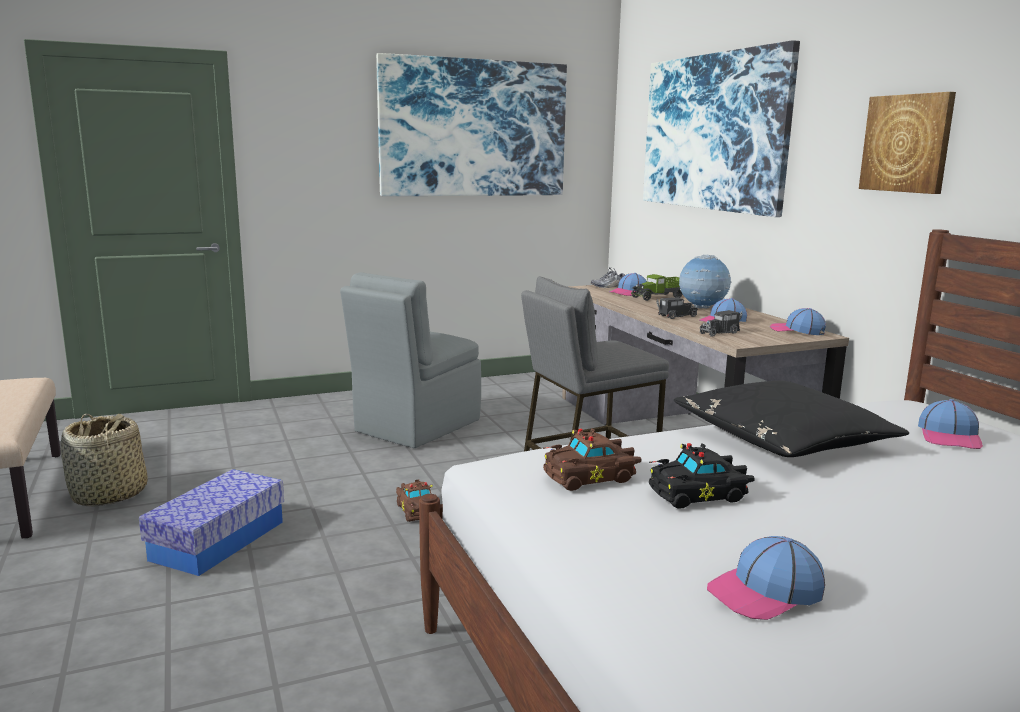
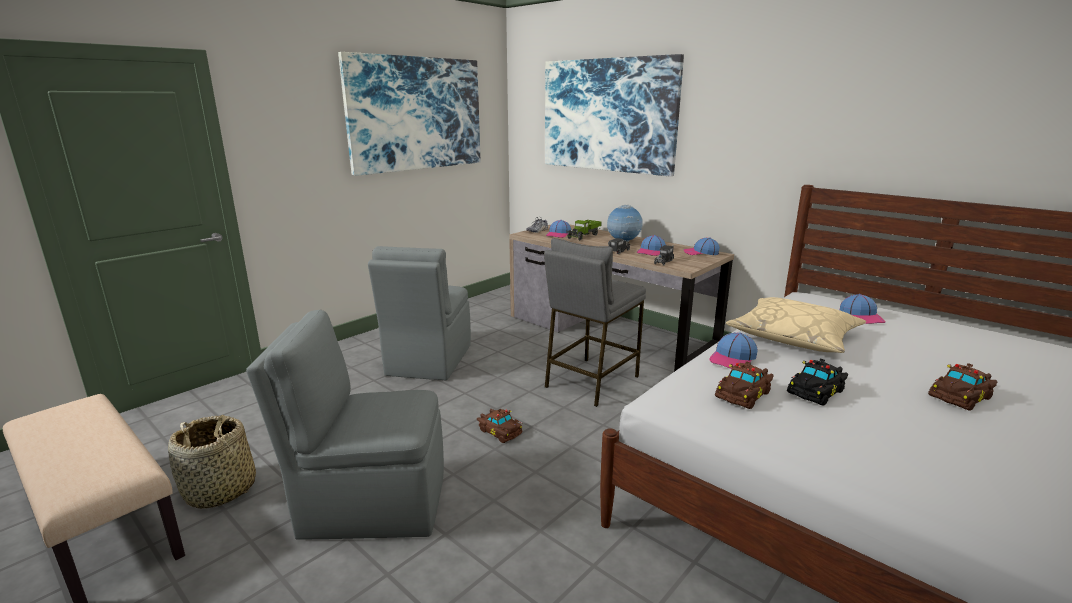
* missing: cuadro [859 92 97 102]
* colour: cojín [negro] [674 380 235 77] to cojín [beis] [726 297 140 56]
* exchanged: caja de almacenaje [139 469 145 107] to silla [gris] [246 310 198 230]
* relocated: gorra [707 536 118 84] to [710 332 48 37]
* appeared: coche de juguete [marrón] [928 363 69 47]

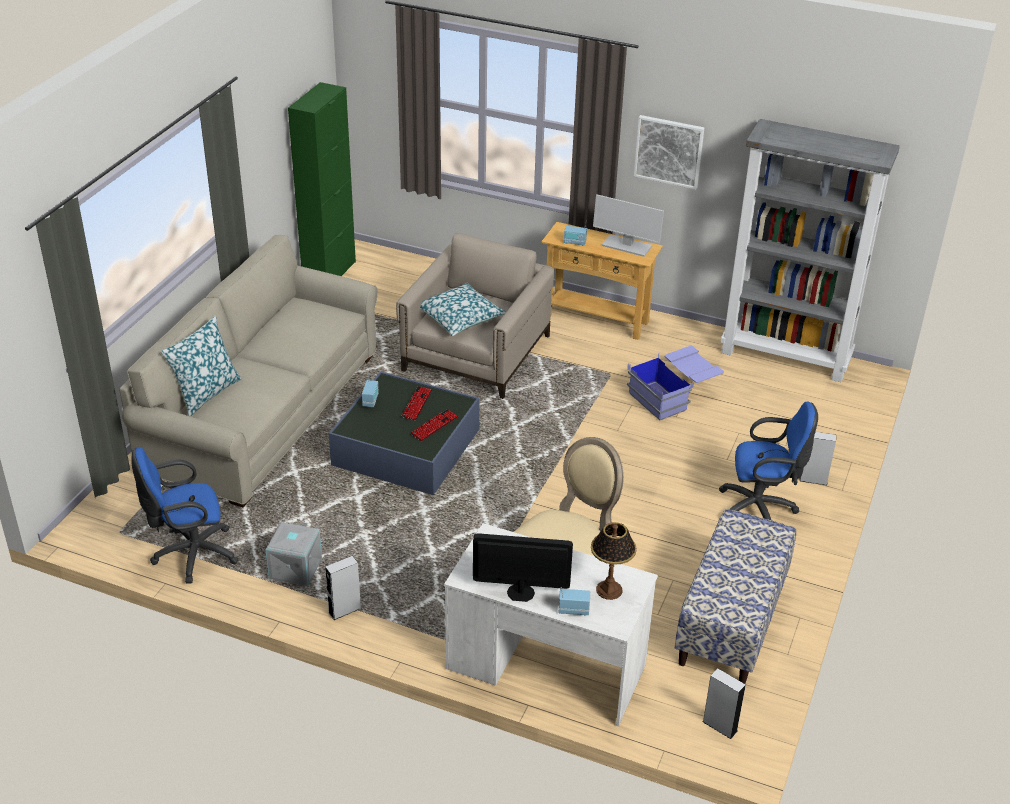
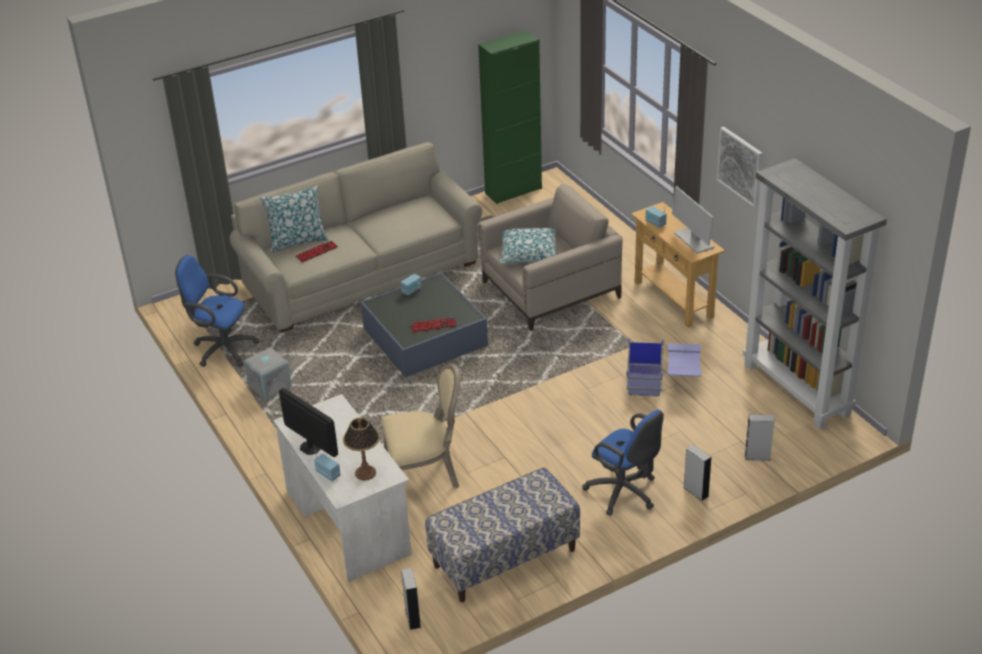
* relocated: teclado [401 386 31 35] to [295 241 43 21]
* relocated: altavoz [gris] [325 556 36 64] to [745 414 29 47]

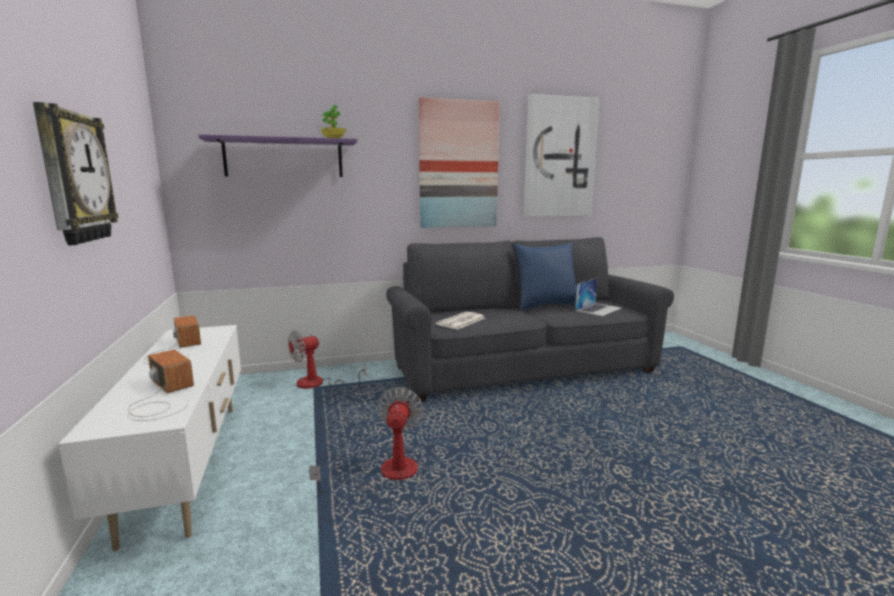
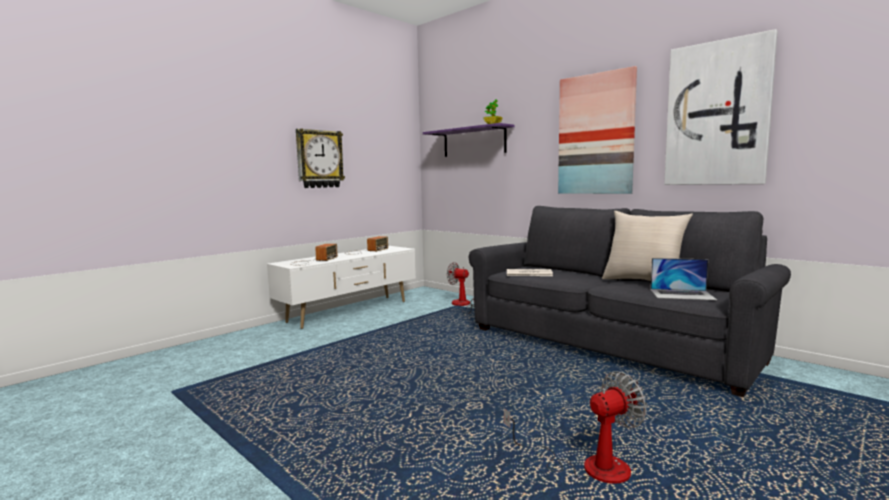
* colour: cojín [azul] [513 242 64 69] to cojín [beis] [602 211 91 70]
* relocated: ventilador [309 387 115 107] to [504 371 143 113]

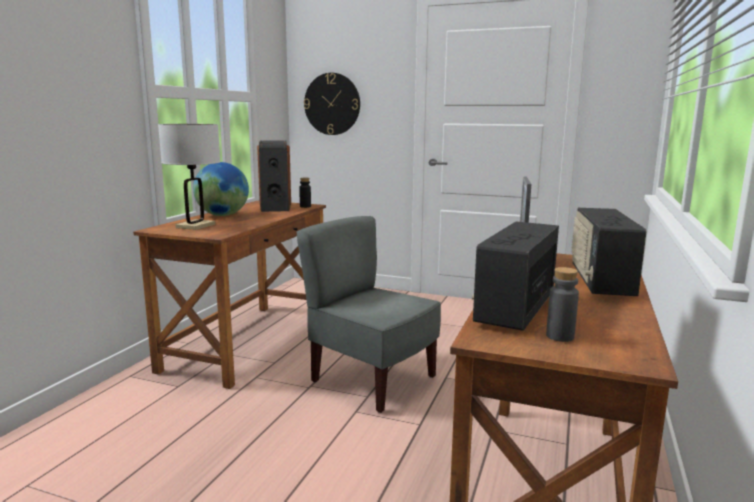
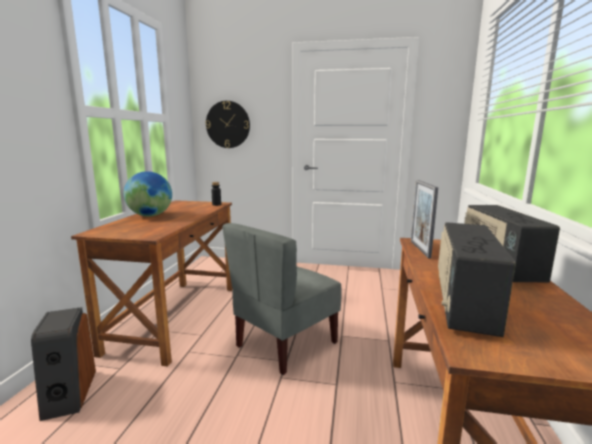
* missing: lámpara de mesa [blanco] [158 124 62 106]
* relocated: altavoz [257 140 34 72] to [31 307 65 114]
* spun: silla [gris] [297 216 144 197] = [222 223 120 152] 75 degrees counterclockwise
* missing: botella [gris] [546 267 33 75]

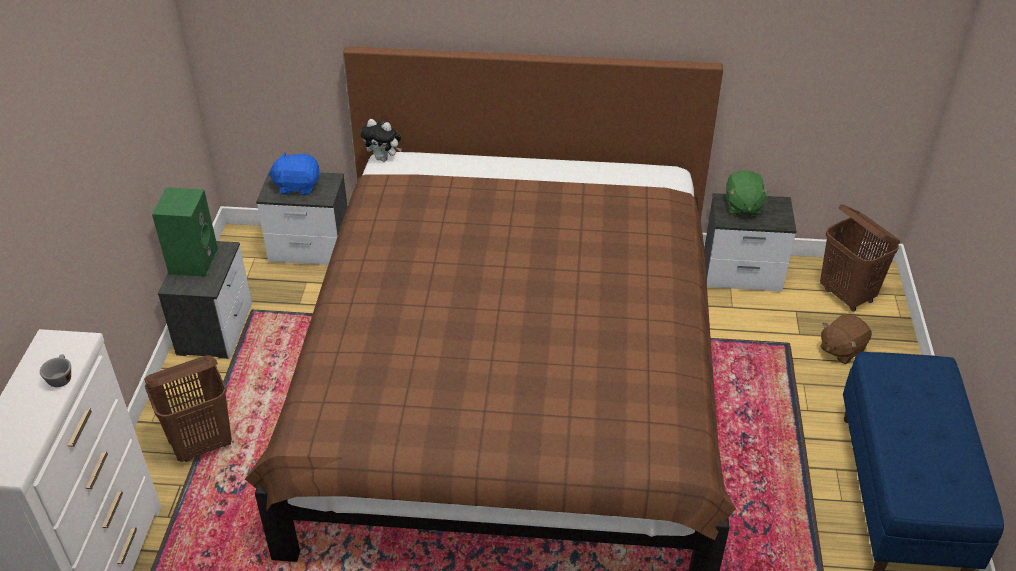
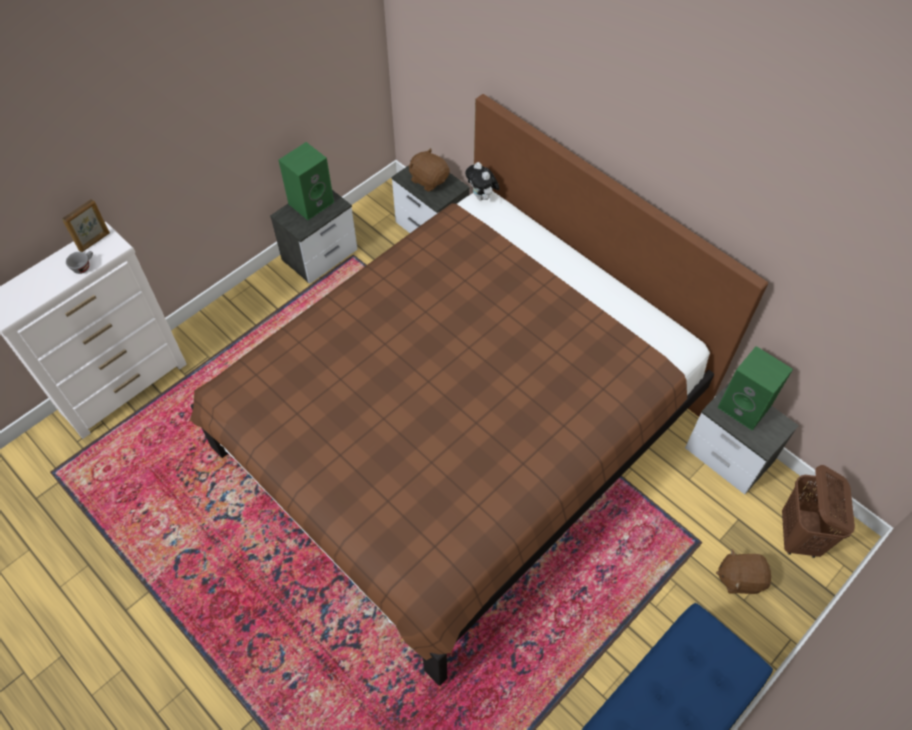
* colour: peluche [azul] [268 152 53 43] to peluche [marrón] [408 148 42 44]
* exchanged: peluche [verde] [726 170 44 46] to altavoz [verde] [718 346 75 84]
* missing: cesto de la ropa [marrón] [144 355 88 107]
* appeared: portarretratos [62 199 48 53]

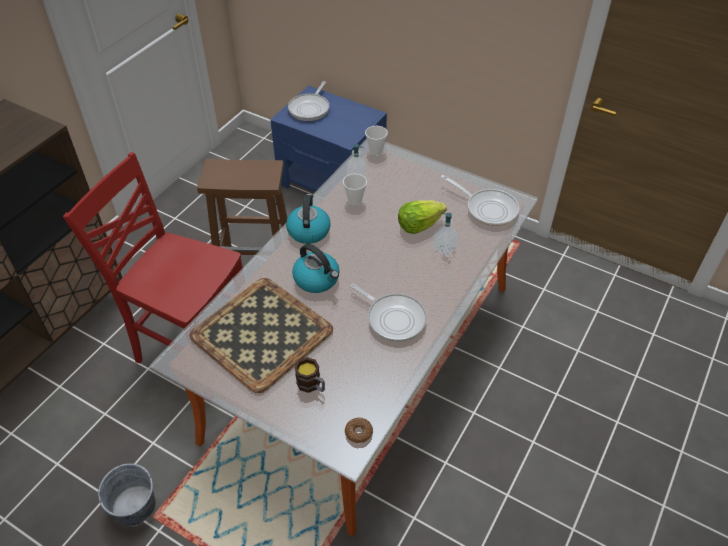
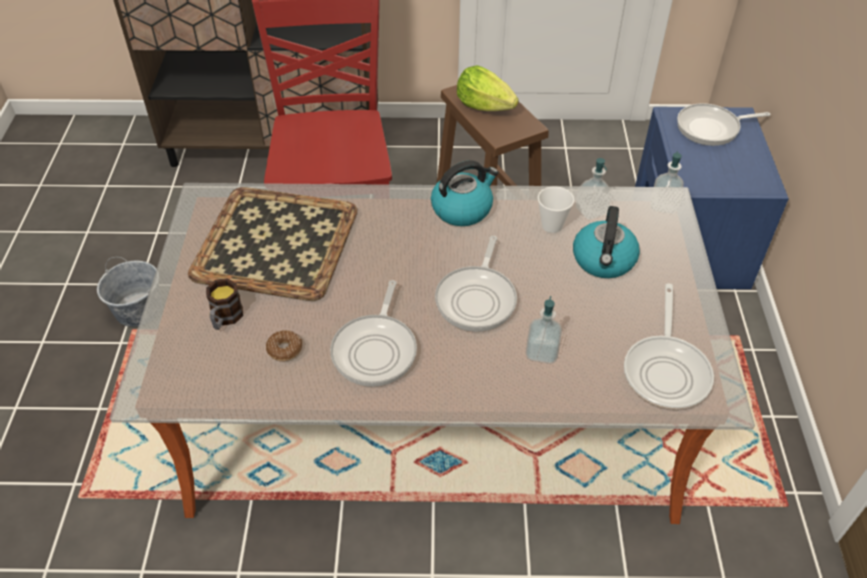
* exchanged: taza [365 126 23 29] to dispensador de jabón [650 151 34 63]
* relocated: lechuga [398 200 49 34] to [457 65 62 46]
* relocated: hervidor [292 244 48 49] to [573 206 67 72]
* relocated: rosquilla [345 417 28 26] to [266 330 36 31]
* appeared: sartén [435 236 82 96]

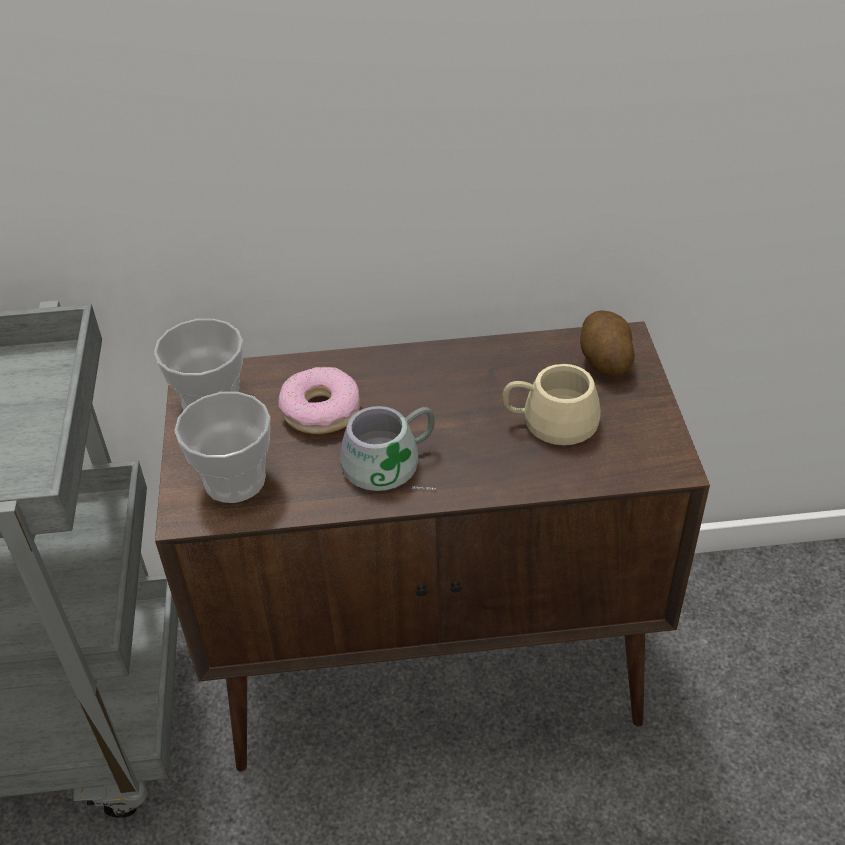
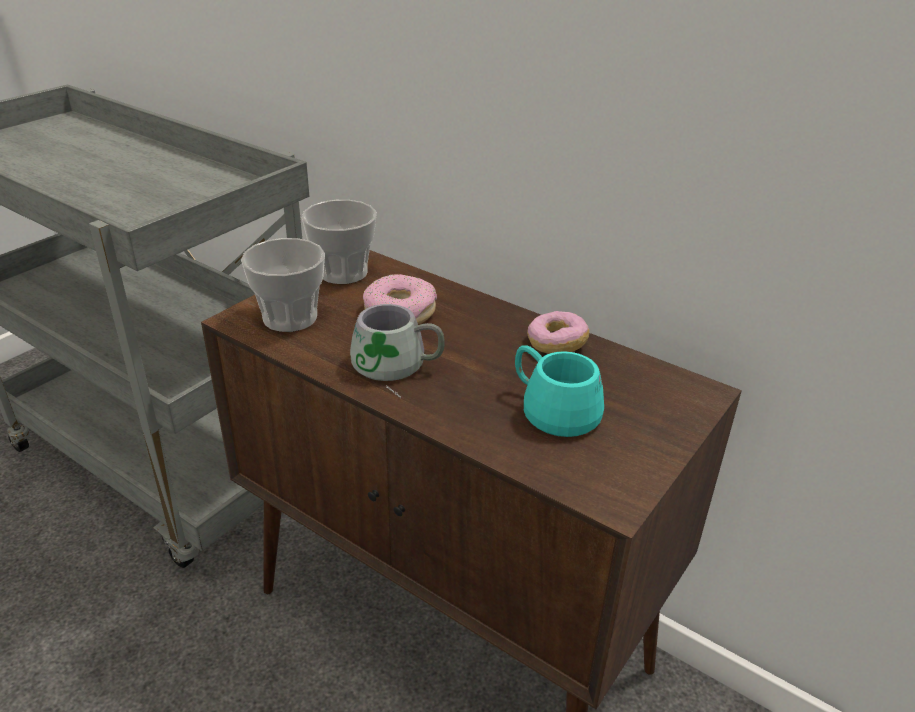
* missing: patata [580 311 55 66]
* colour: taza grande [beis] [502 364 99 82] to taza grande [turquesa] [515 345 89 92]
* appeared: rosquilla [527 311 62 43]

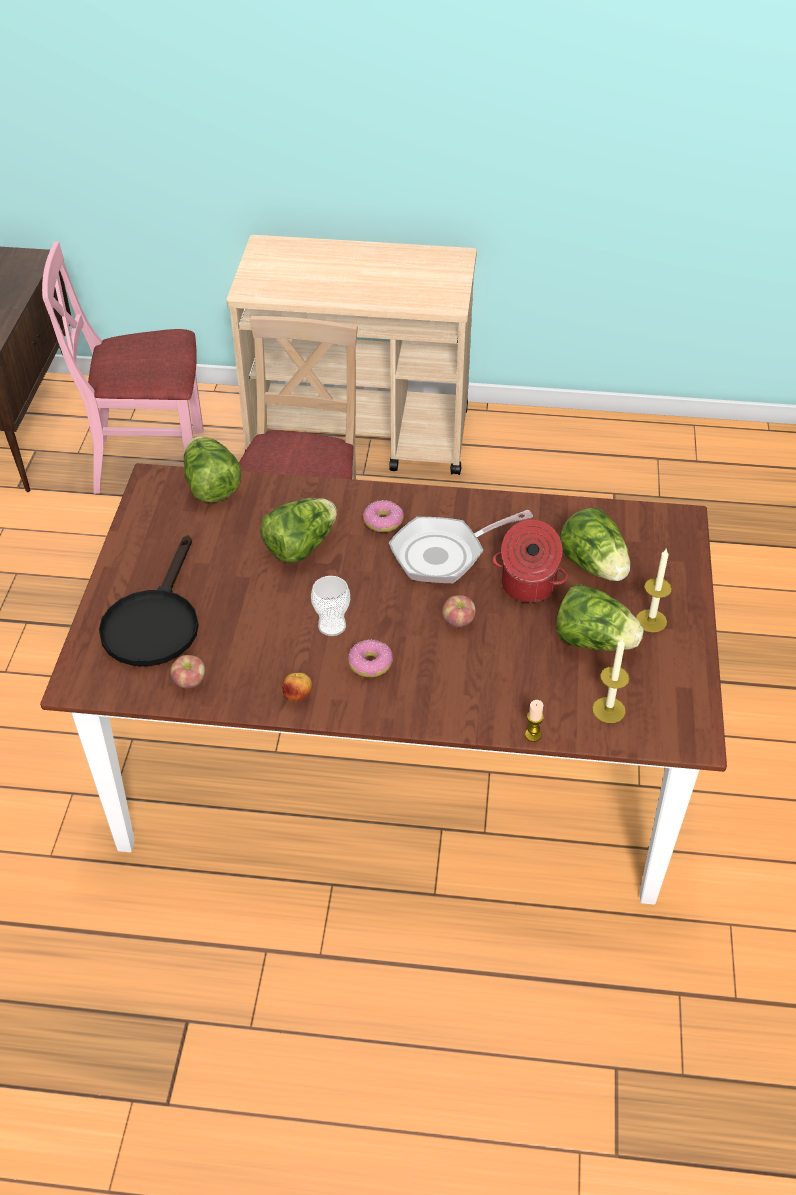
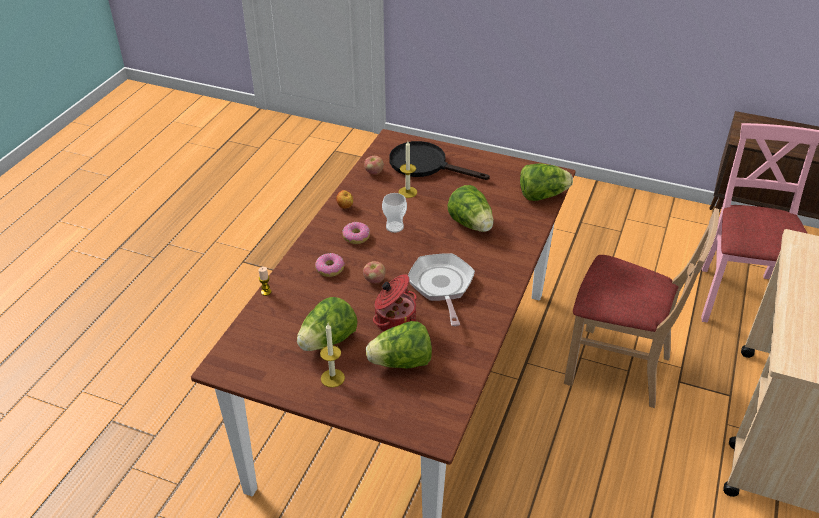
* relocated: rosquilla [363 500 41 32] to [315 253 30 24]
* relocated: vela [592 637 38 86] to [399 141 18 57]

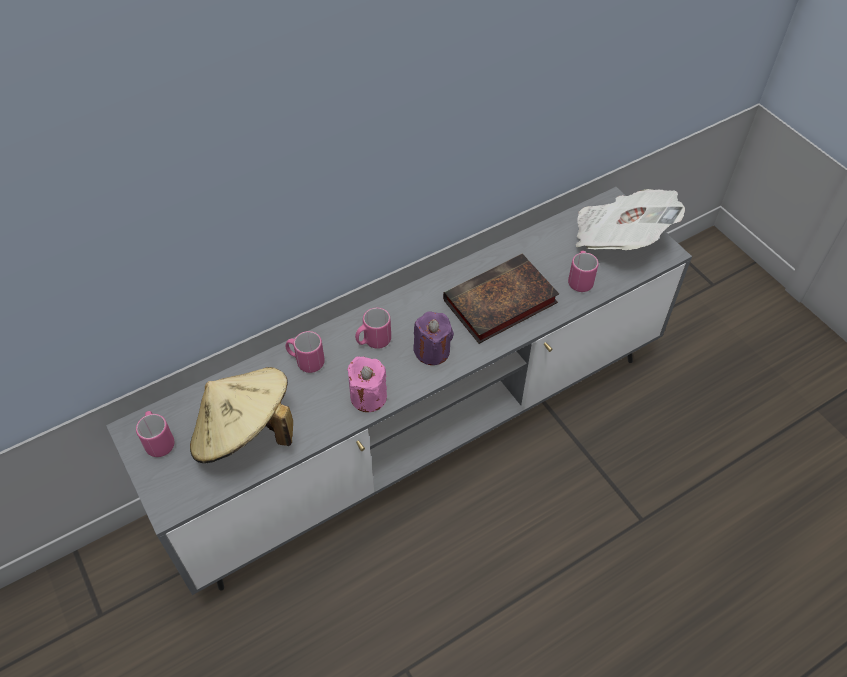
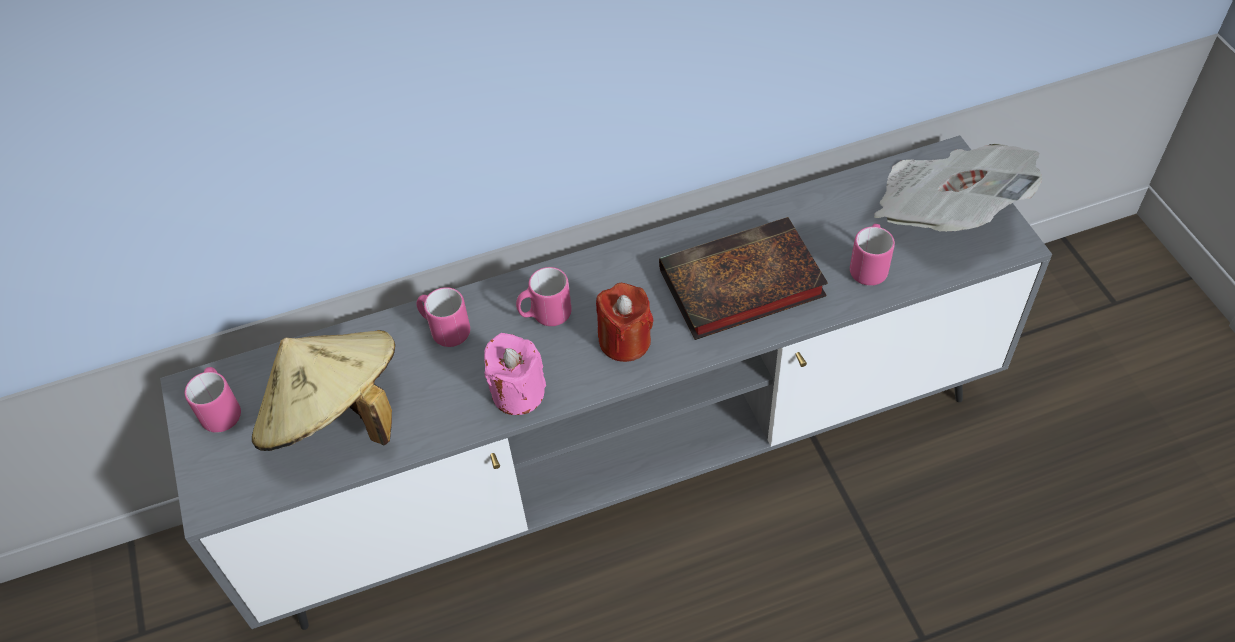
* colour: vela [morado] [413 311 41 54] to vela [rojo] [596 283 58 79]

